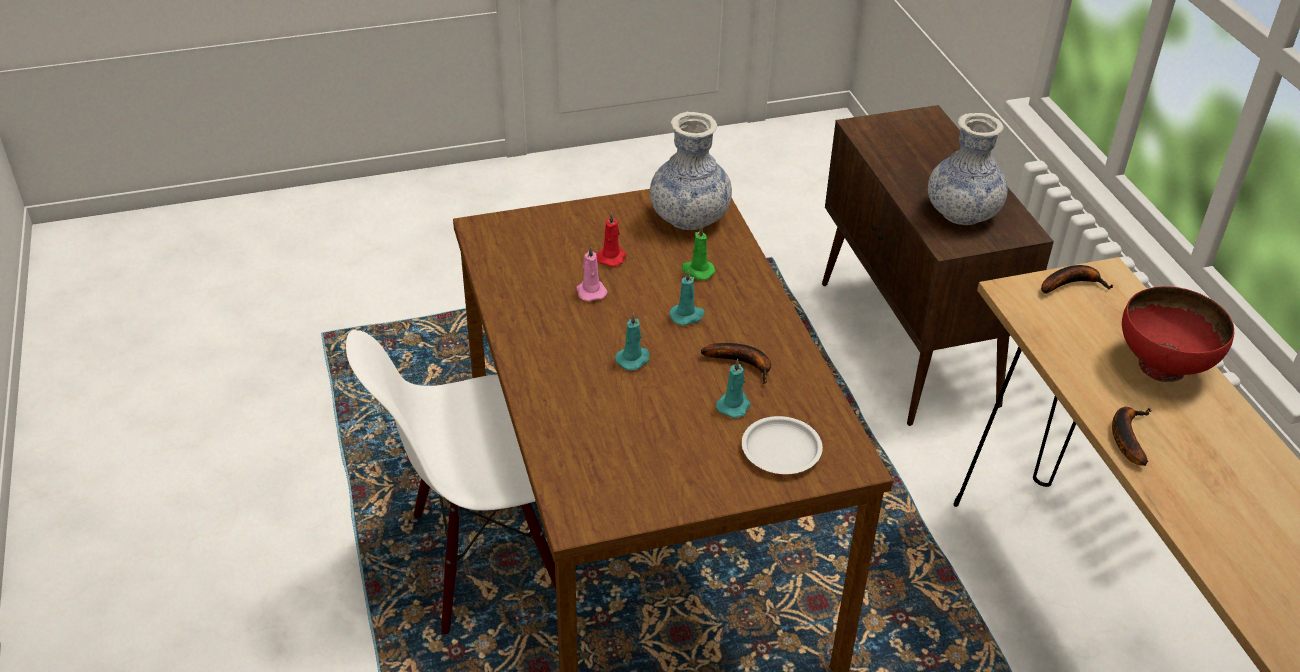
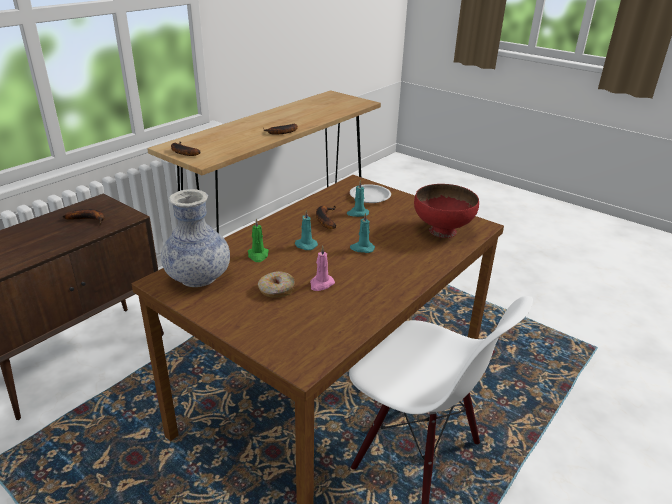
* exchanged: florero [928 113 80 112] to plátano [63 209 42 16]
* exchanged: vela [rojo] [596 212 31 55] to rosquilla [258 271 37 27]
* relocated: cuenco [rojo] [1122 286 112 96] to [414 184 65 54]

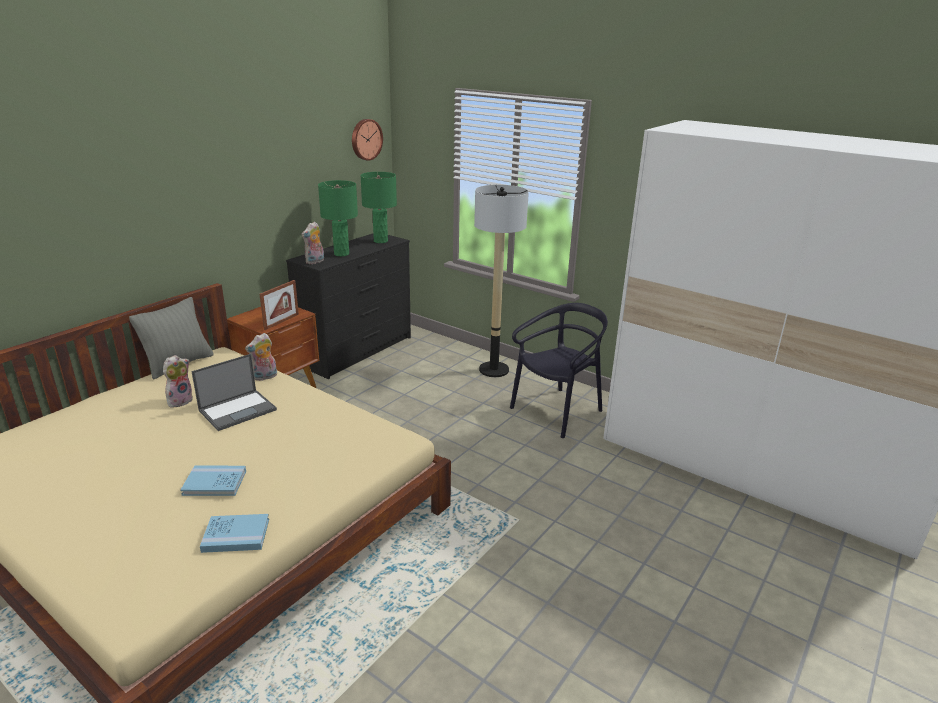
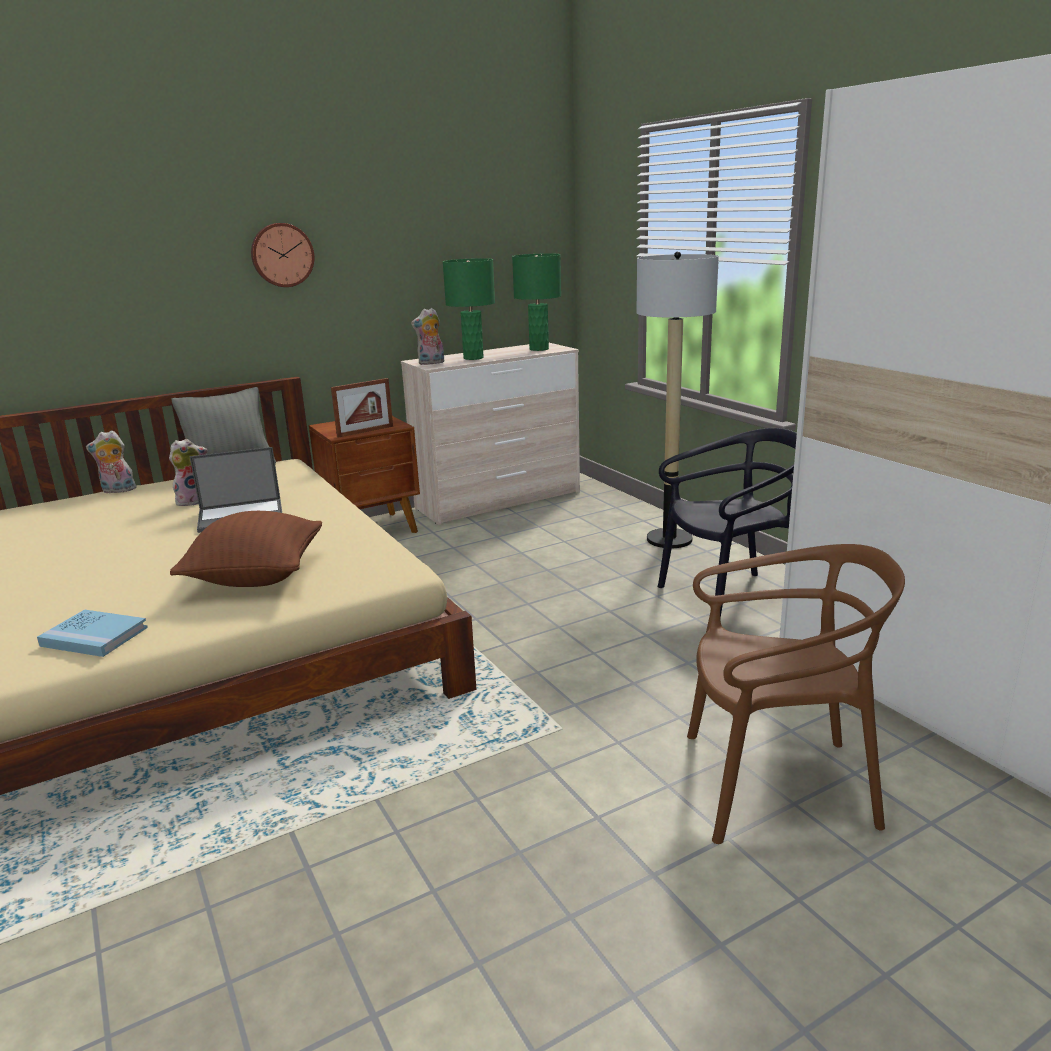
* relocated: reloj de pared [352 119 31 42] to [251 223 64 64]
* colour: cómoda [negro] [286 233 125 146] to cómoda [beis] [401 343 179 182]
* relocated: peluche [245 333 32 48] to [86 430 50 63]
* missing: libro [azul] [181 466 65 30]
* appeared: cojín [marrón] [170 511 152 76]
* appeared: silla [marrón] [687 544 218 300]

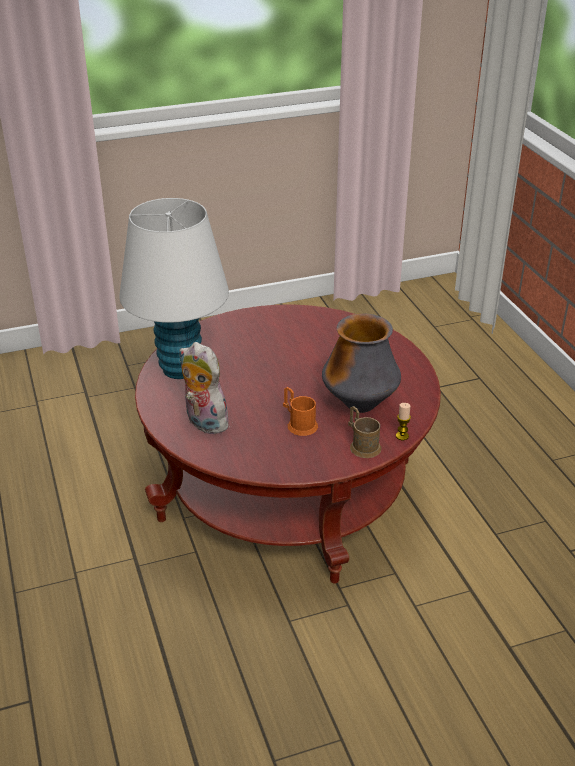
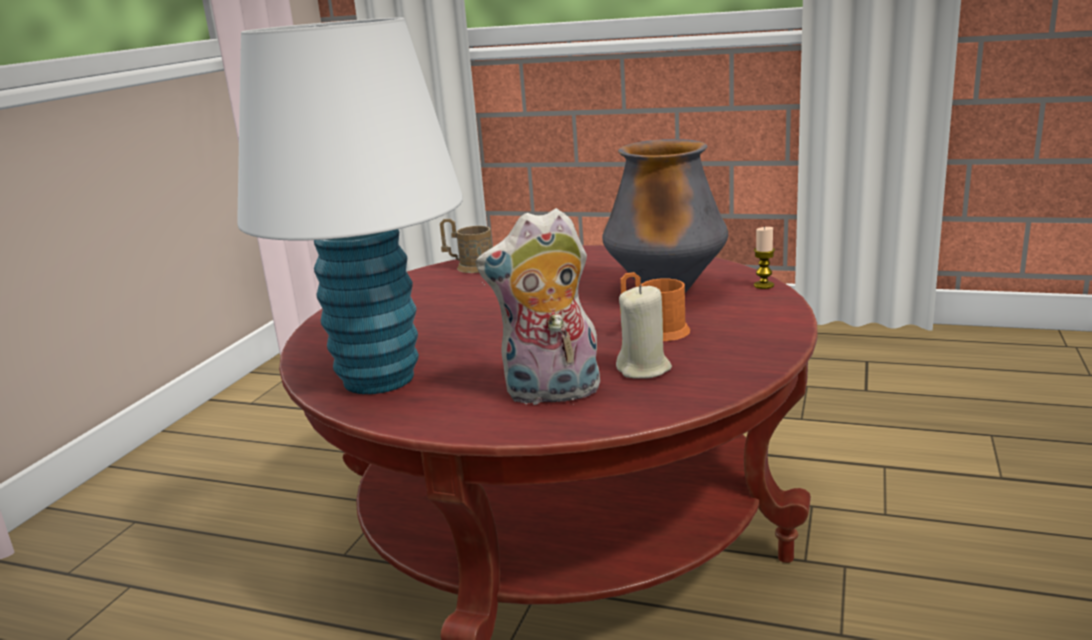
* relocated: taza grande [marrón] [348 406 34 52] to [440 219 52 54]
* appeared: vela [beis] [616 285 56 94]

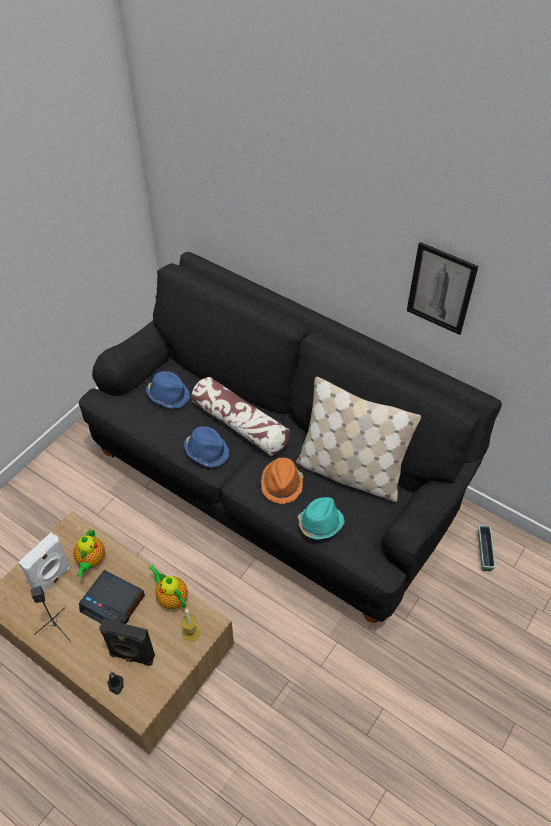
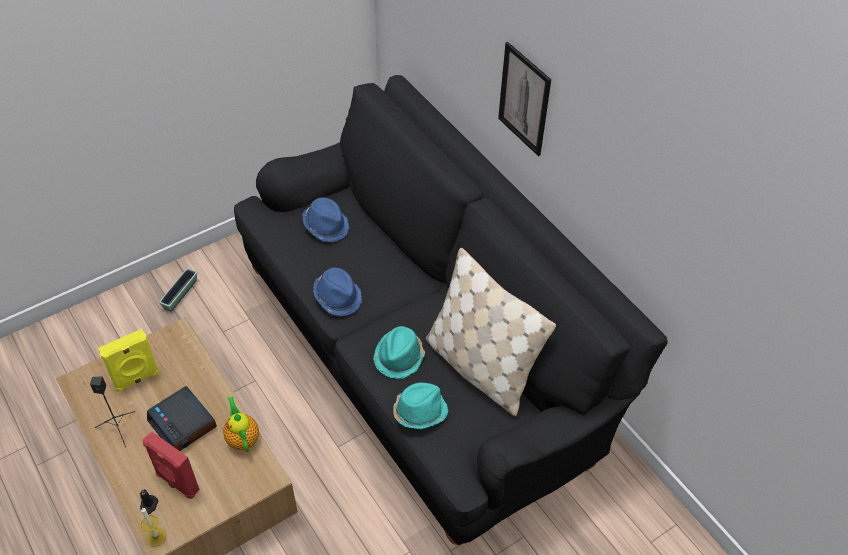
* relocated: cuadro [407 242 71 93] to [498 42 53 114]
* missing: cojín [191 377 99 79]
* colour: sombrero [naranja] [261 458 42 46] to sombrero [turquesa] [373 326 52 53]
* relocated: maceta [478 525 17 46] to [159 268 38 44]
* missing: tetera [73 529 32 48]
* colour: altavoz [blanco] [18 533 53 60] to altavoz [amarillo] [98 329 61 63]
* relocated: vela [181 609 19 33] to [141 508 25 39]
* colour: altavoz [negro] [99 619 56 47] to altavoz [rojo] [143 432 57 67]

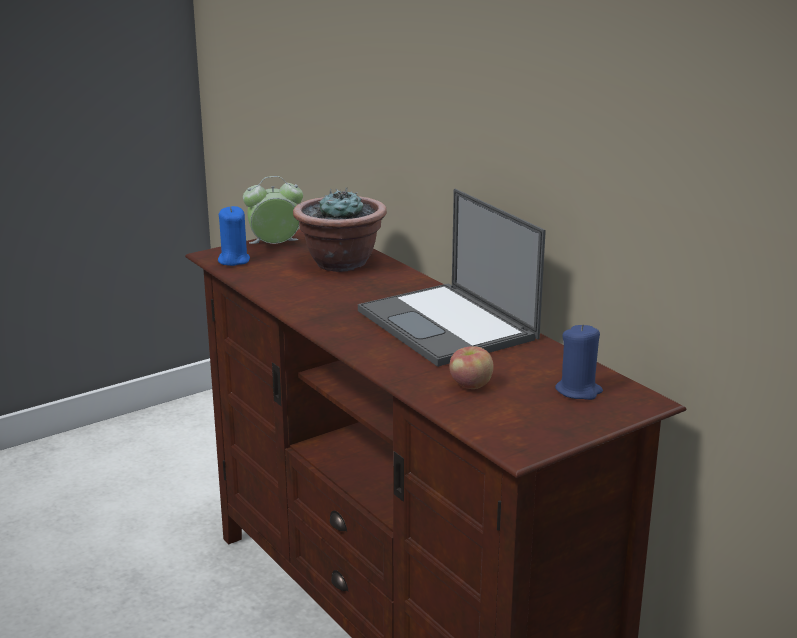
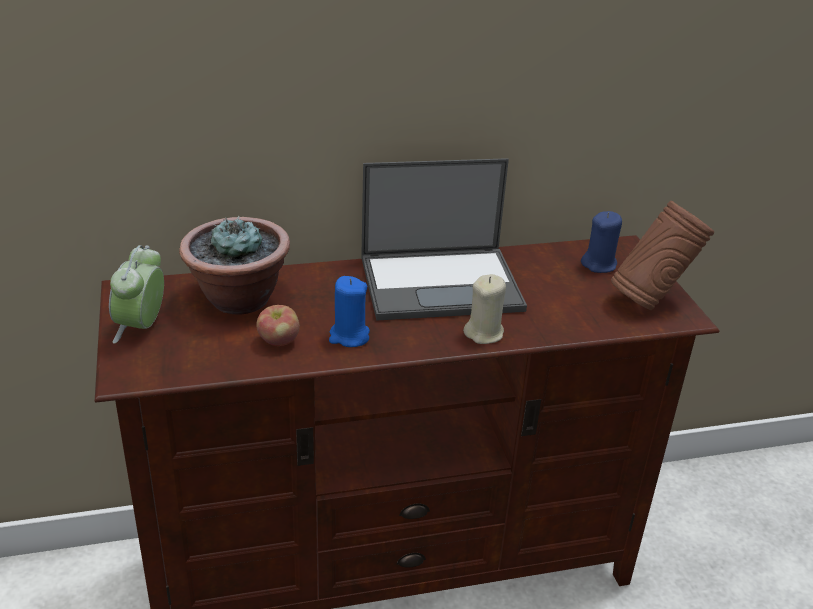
* relocated: vela [azul] [218 206 32 60] to [329 276 41 71]
* relocated: manzana [449 346 45 43] to [256 305 44 41]
* appeared: florero [marrón] [611 201 103 109]
* appeared: vela [beis] [463 274 43 70]

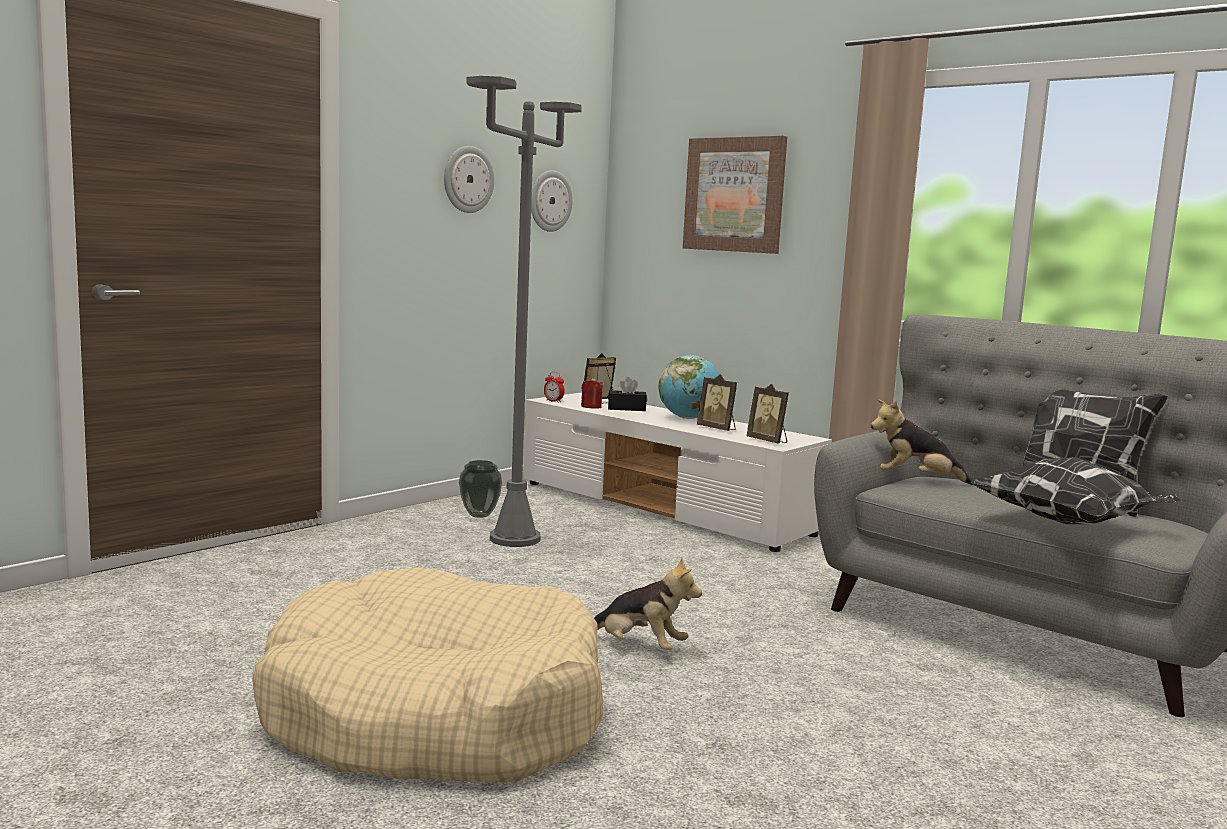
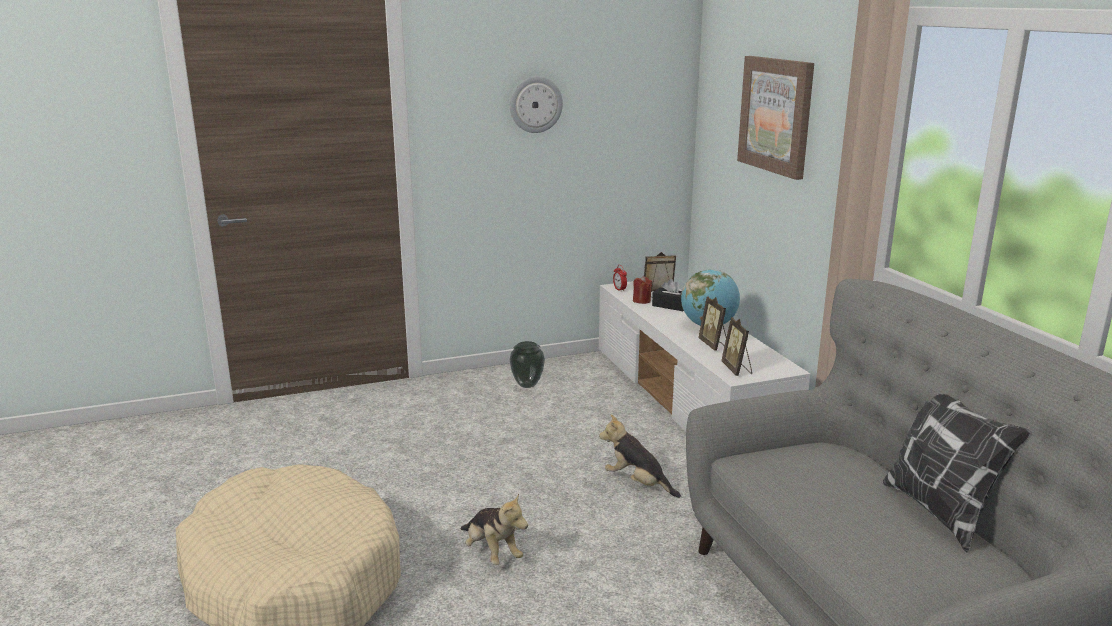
* missing: lámpara de pie [gris] [466 76 116 471]
* missing: reloj de pared [531 170 42 62]
* relocated: peluche [871 399 102 86] to [599 414 82 84]
* missing: cojín [969 457 213 67]

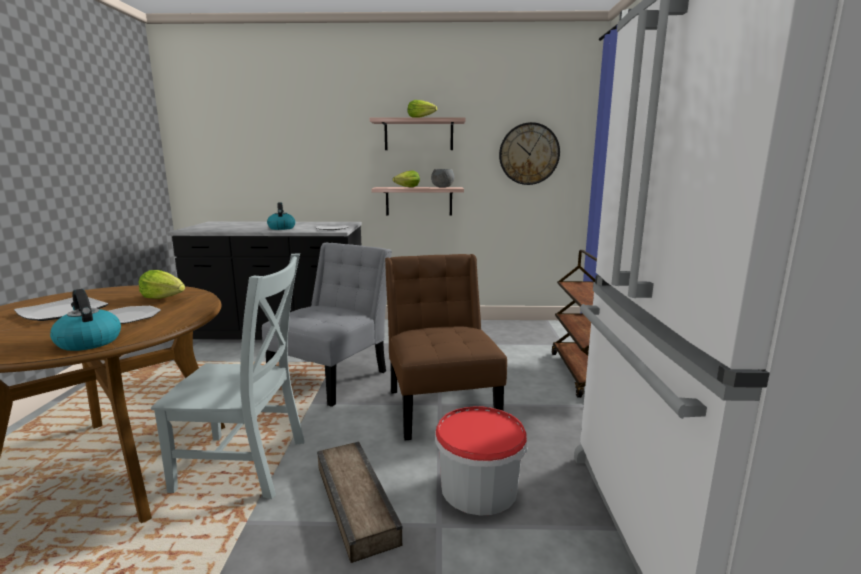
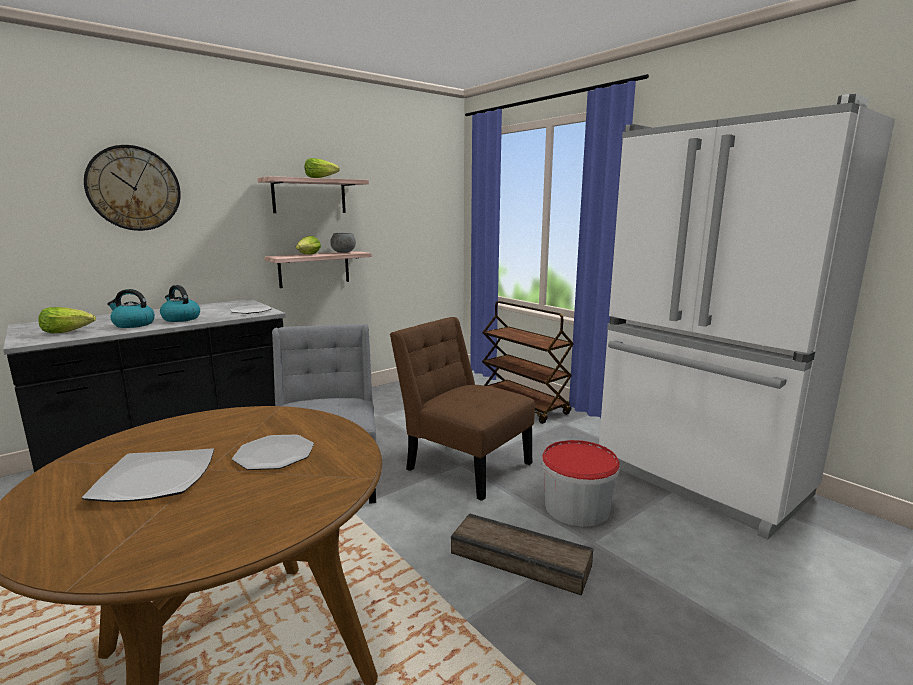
* relocated: reloj de pared [499 122 61 63] to [84 145 97 86]
* missing: silla [gris] [151 253 153 246]
* relocated: lechuga [139 270 46 29] to [38 307 58 26]
* relocated: hervidor [50 289 71 62] to [107 289 48 39]

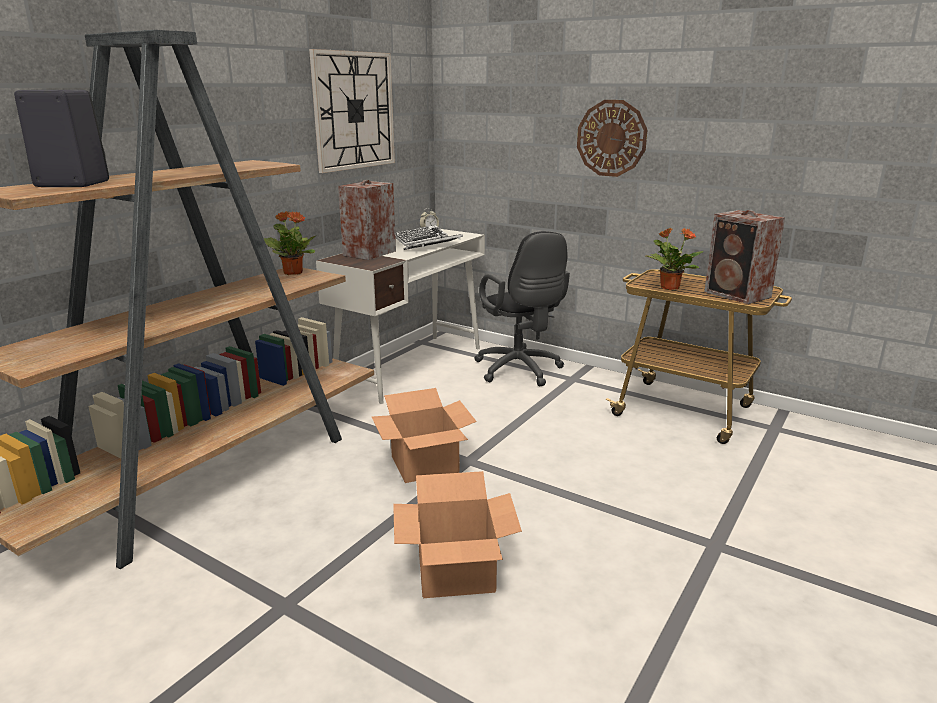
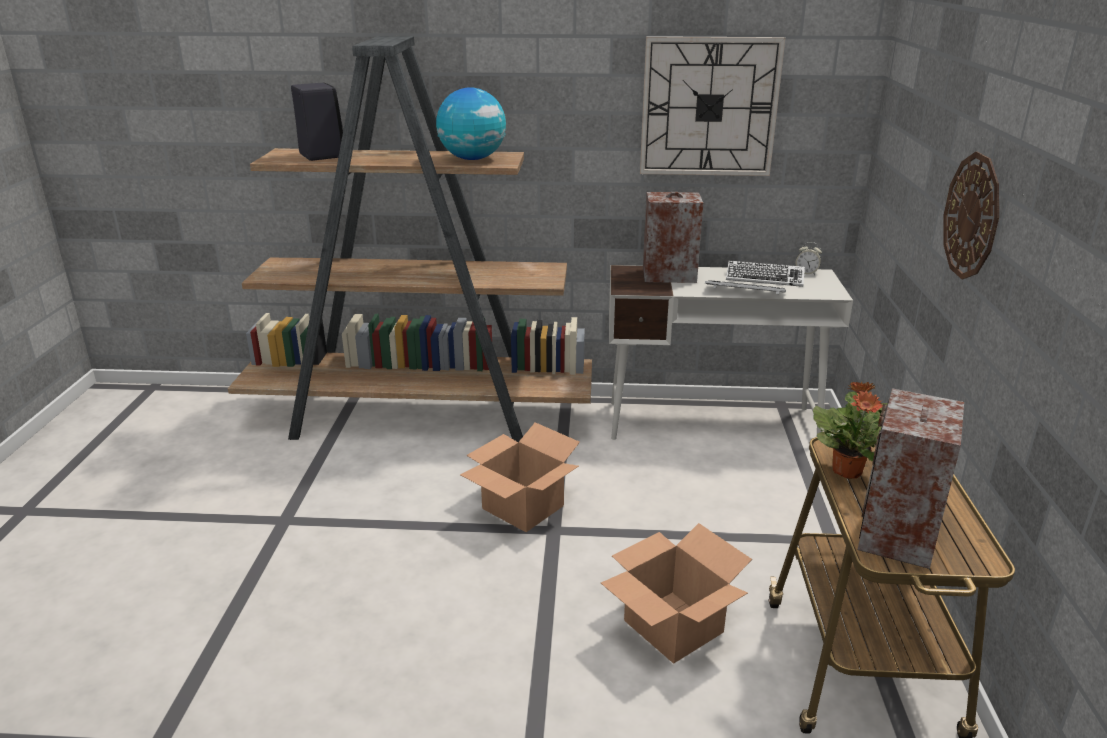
* missing: planta en maceta [264 211 53 64]
* missing: silla de oficina [negro] [474 231 96 155]
* relocated: caja de cartón [393 471 129 127] to [601 523 151 141]
* appeared: globo terráqueo [436 87 70 73]

